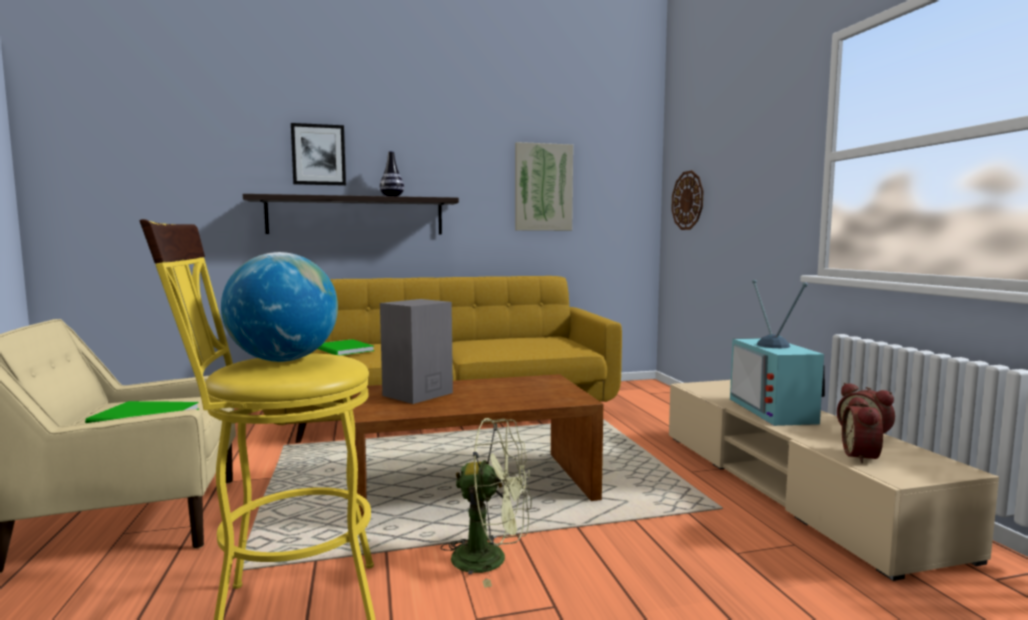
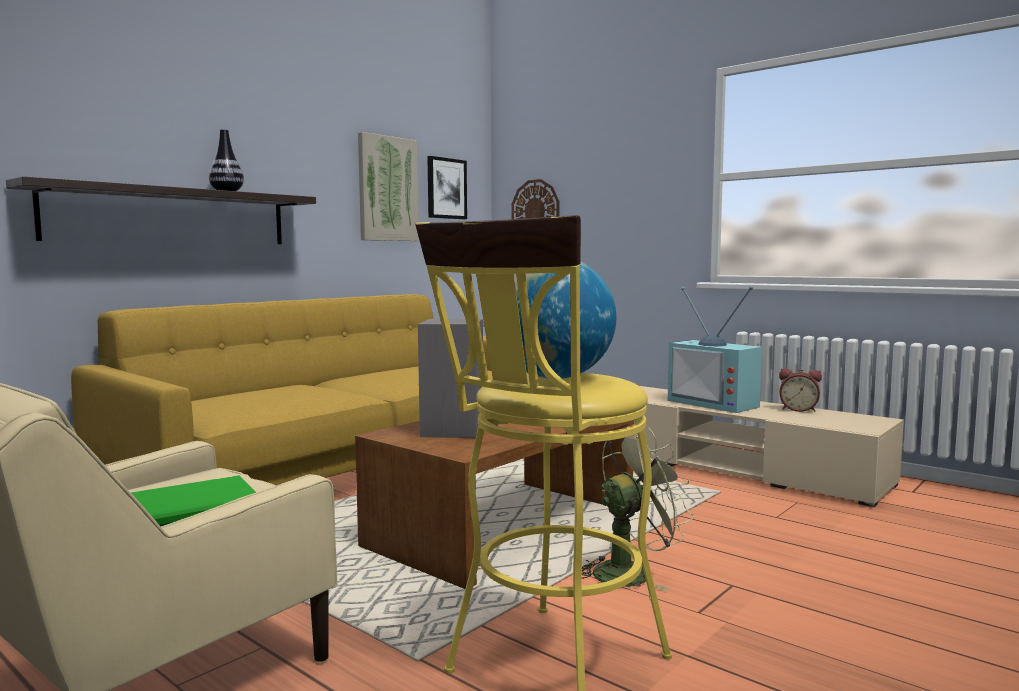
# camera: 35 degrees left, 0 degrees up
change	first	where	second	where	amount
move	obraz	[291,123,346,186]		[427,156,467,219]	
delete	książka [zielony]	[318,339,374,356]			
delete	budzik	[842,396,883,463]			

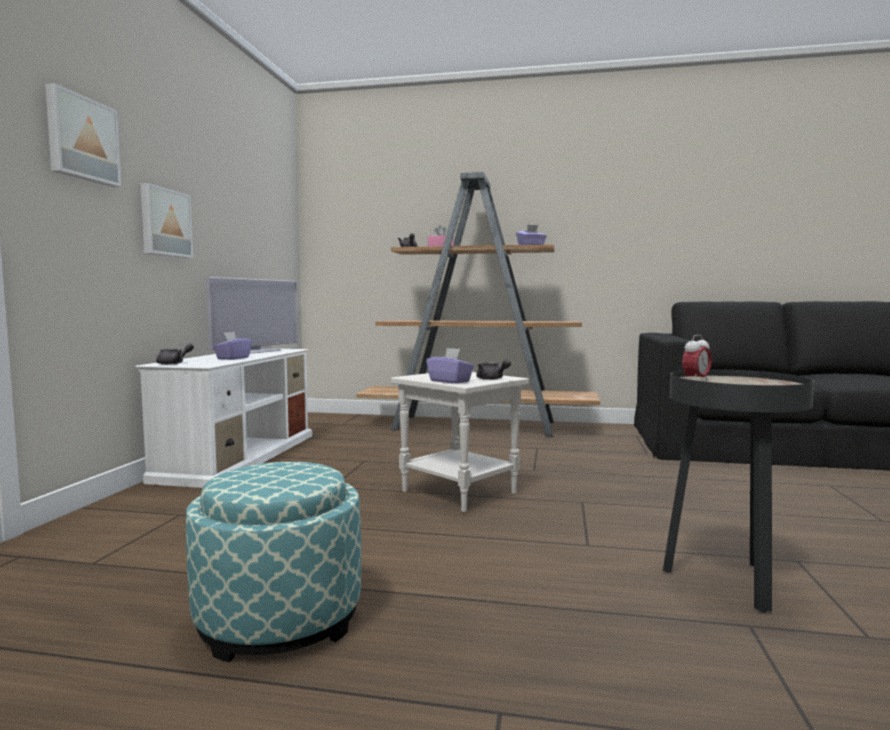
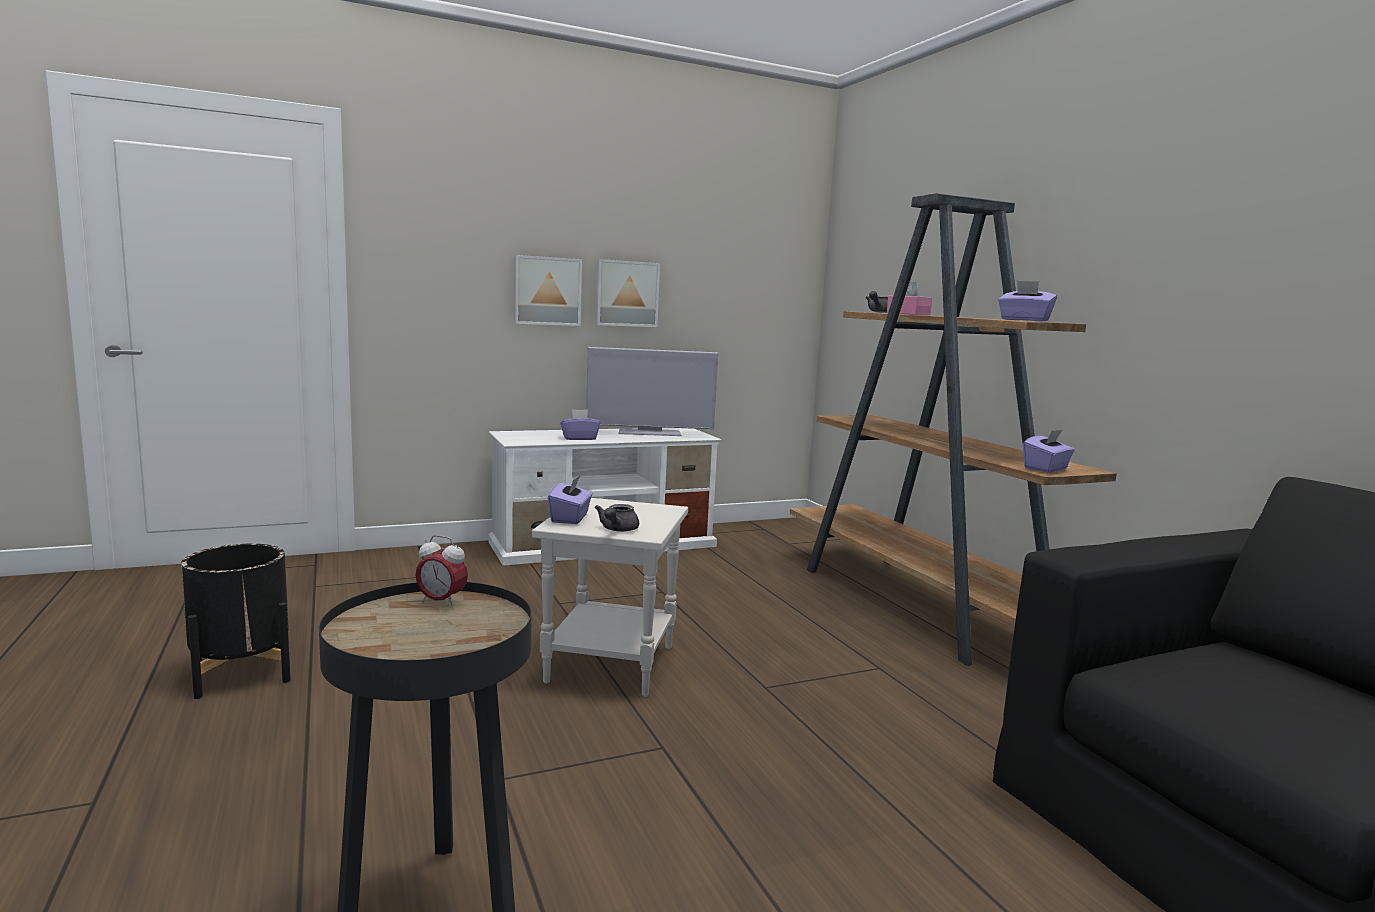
# camera: 55 degrees right, 5 degrees up
change	first	where	second	where	amount
move	obraz	[45,83,121,187]		[595,259,660,327]	
delete	imbryk [szary]	[156,343,194,365]			
replace	pufa	[186,462,361,662]	donica [czarny]	[181,544,291,699]	
insert			pudełko chusteczek [fioletowy]	[1023,429,1075,473]	

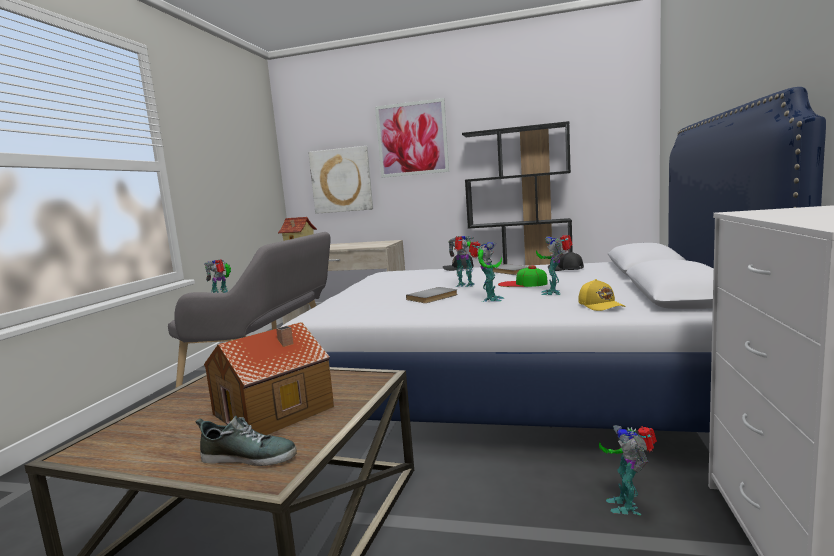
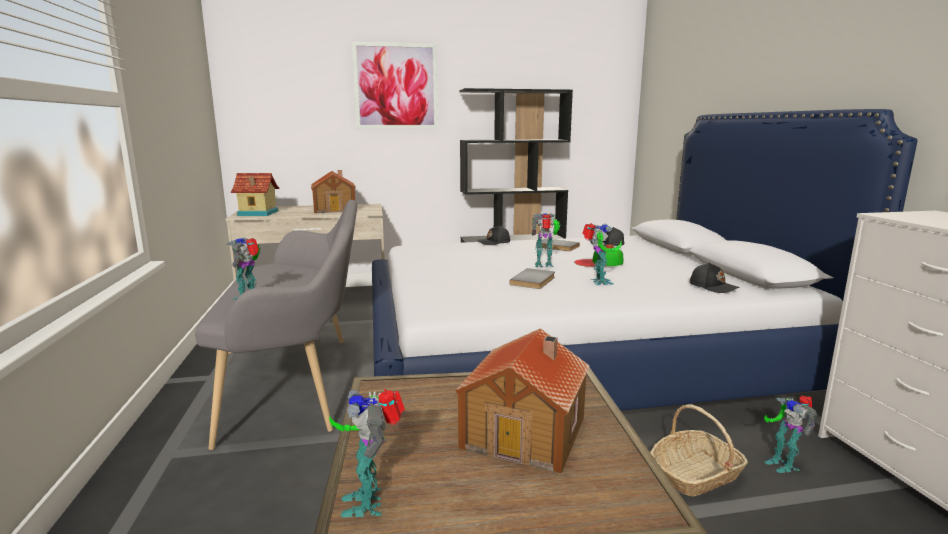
# camera: 25 degrees left, 5 degrees up
change	first	where	second	where	amount
delete	but	[196,416,297,466]			
delete	obraz	[308,146,373,214]			
move	robot zabawkowy	[536,235,573,295]		[329,389,405,518]	
recolor	czapka z daszkiem [żółty]	[578,279,626,311]	czapka z daszkiem [czarny]	[690,262,740,293]	
insert			domek	[311,170,356,213]	
insert			koszyk	[650,404,748,497]	

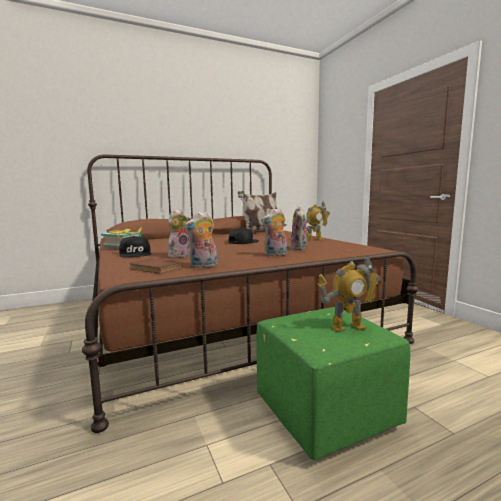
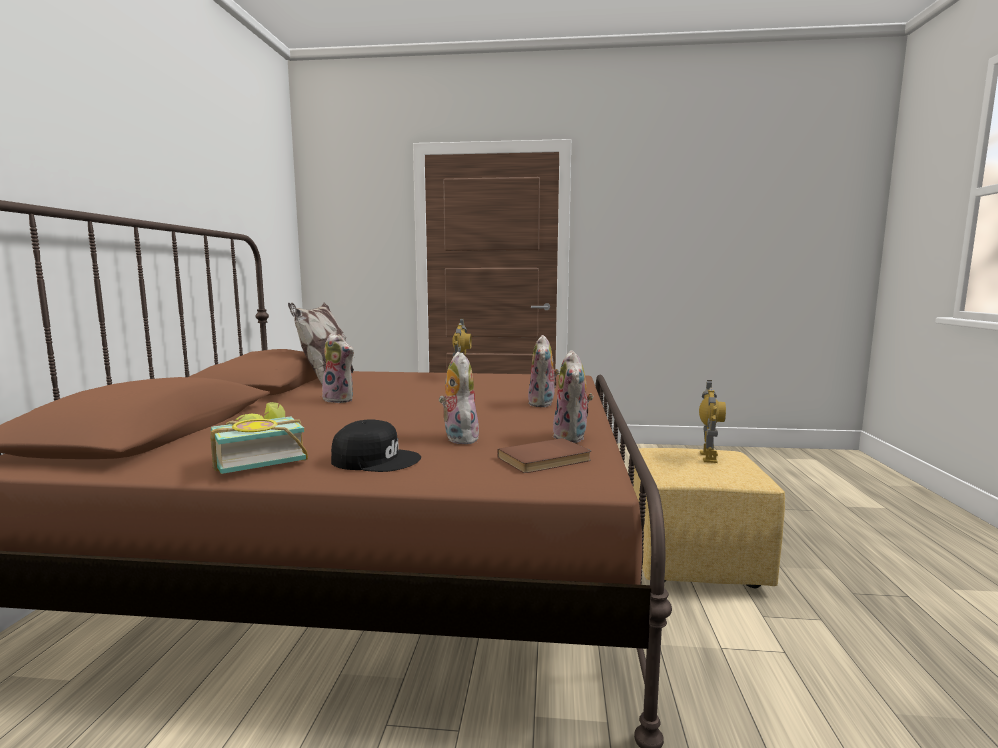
# camera: 60 degrees left, 0 degrees up
change	first	where	second	where	amount
delete	czapka z daszkiem [czarny]	[229,228,259,244]			
recolor	pufa [zielony]	[256,307,410,460]	pufa [żółty]	[633,448,785,588]	
move	pluszak	[290,206,309,250]		[322,333,354,403]	

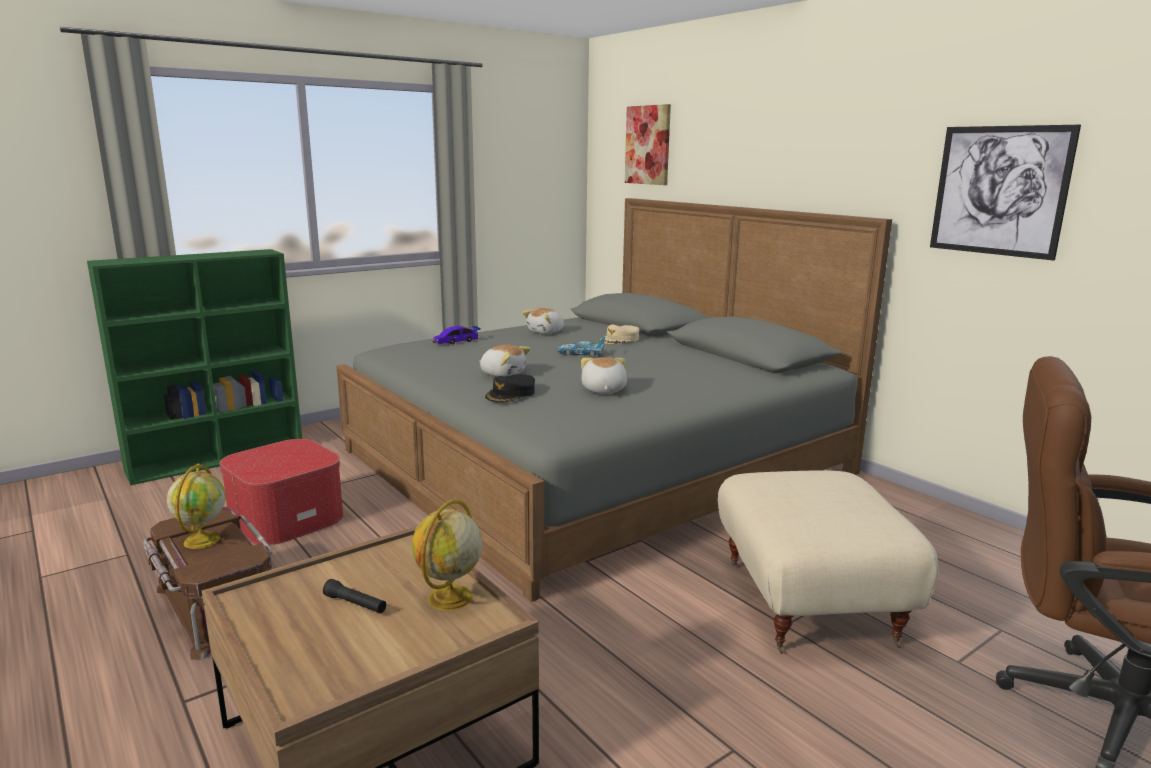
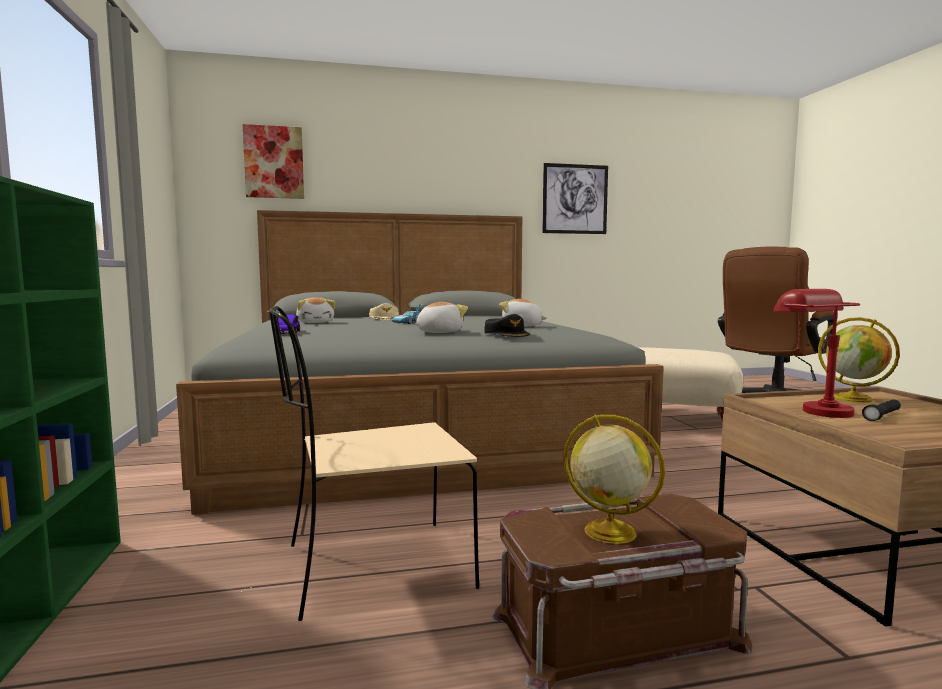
# camera: 65 degrees left, 10 degrees down
change	first	where	second	where	amount
replace	pufa	[220,439,344,545]	krzesło [beżowy]	[269,306,479,621]	
insert			lampa stołowa [czerwony]	[773,289,860,418]	

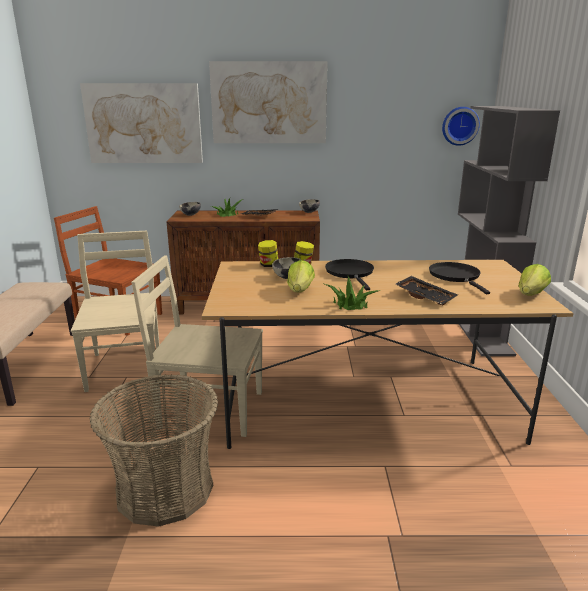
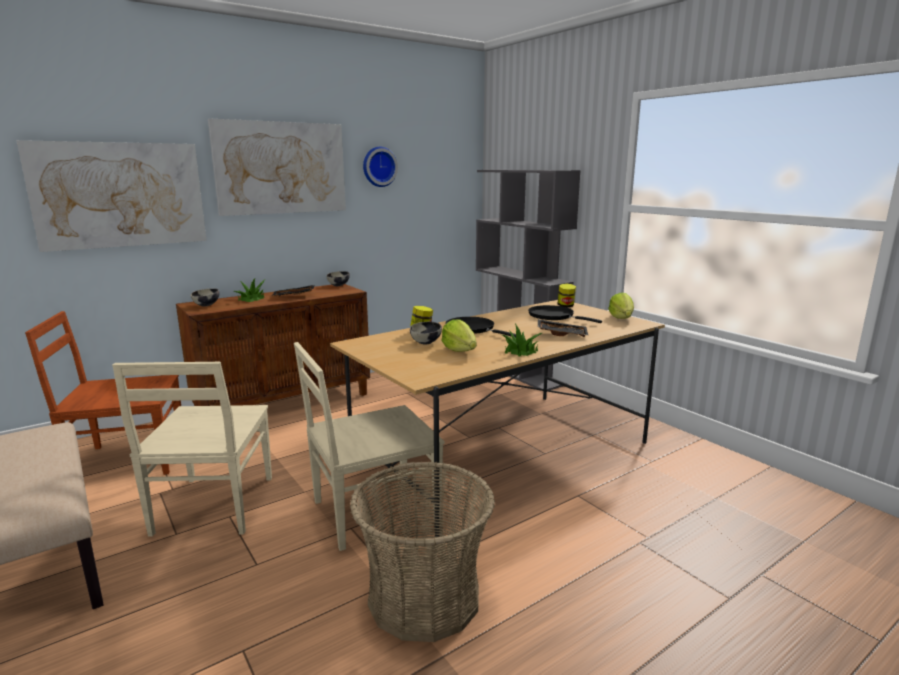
# camera: 35 degrees left, 5 degrees down
change	first	where	second	where	amount
rotate	krzesło [beżowy]	[71,231,160,392]		[112,362,272,537]	135 degrees counterclockwise
move	słoik	[258,240,279,267]		[557,283,576,308]	
move	zegar ścienny	[442,107,480,146]		[363,147,398,187]	

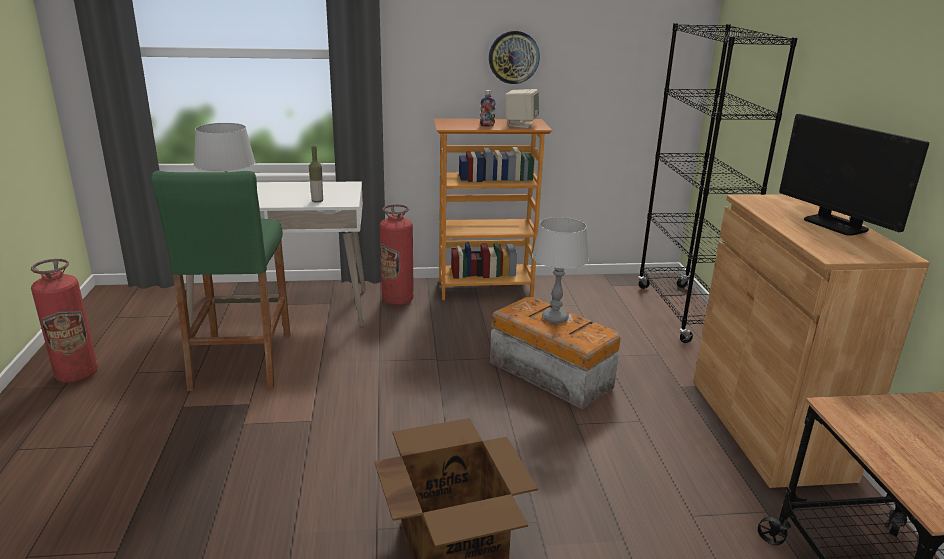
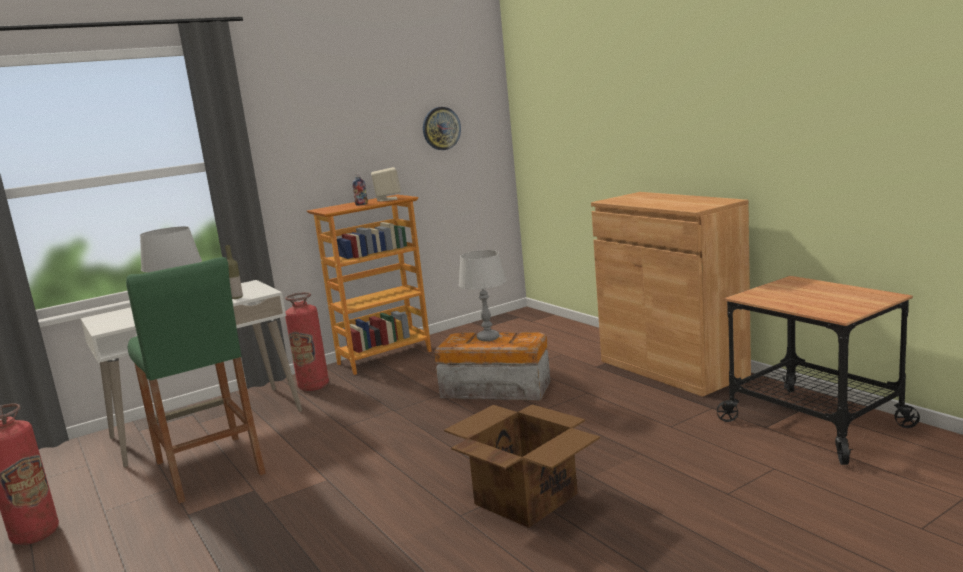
# camera: 25 degrees left, 10 degrees down
change	first	where	second	where	amount
move	zegar ścienny	[489,31,540,84]		[423,107,461,150]	
delete	regał [czarny]	[638,23,798,343]			
delete	monitor	[779,114,929,236]			

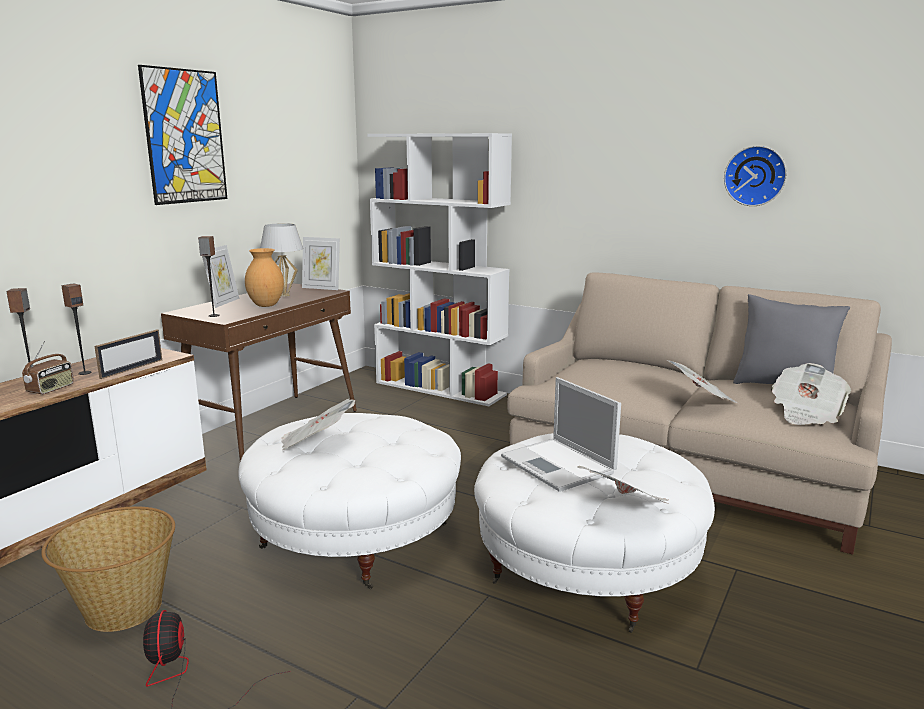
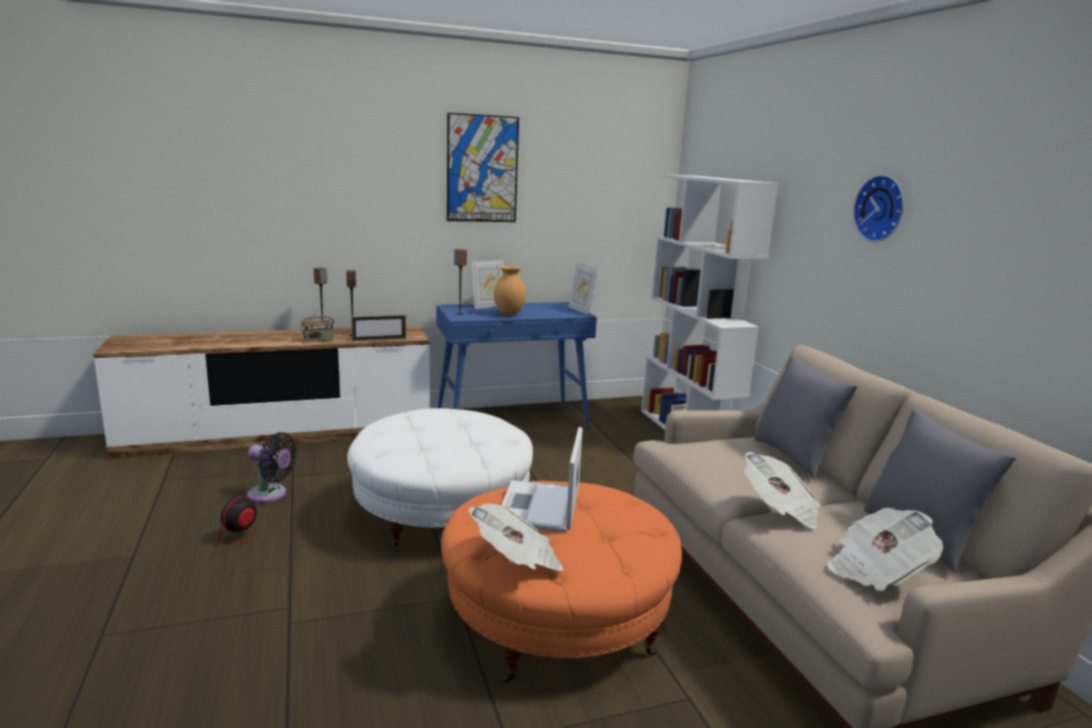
# camera: 40 degrees right, 0 degrees up
change	first	where	second	where	amount
replace	koszyk	[41,506,175,632]	wentylator [czarny]	[247,432,297,503]	
recolor	stolik konsolowy [brązowy]	[161,283,357,461]	stolik konsolowy [niebieski]	[436,302,597,428]	
delete	lampa stołowa [biały]	[260,223,303,297]			
delete	gazeta	[282,399,355,450]			
recolor	pufa [biały]	[474,433,715,633]	pufa [pomarańczowy]	[441,481,682,683]	
move	zegar ścienny	[724,146,787,206]		[853,175,904,242]	
insert			poduszka [szary]	[754,355,858,479]	

